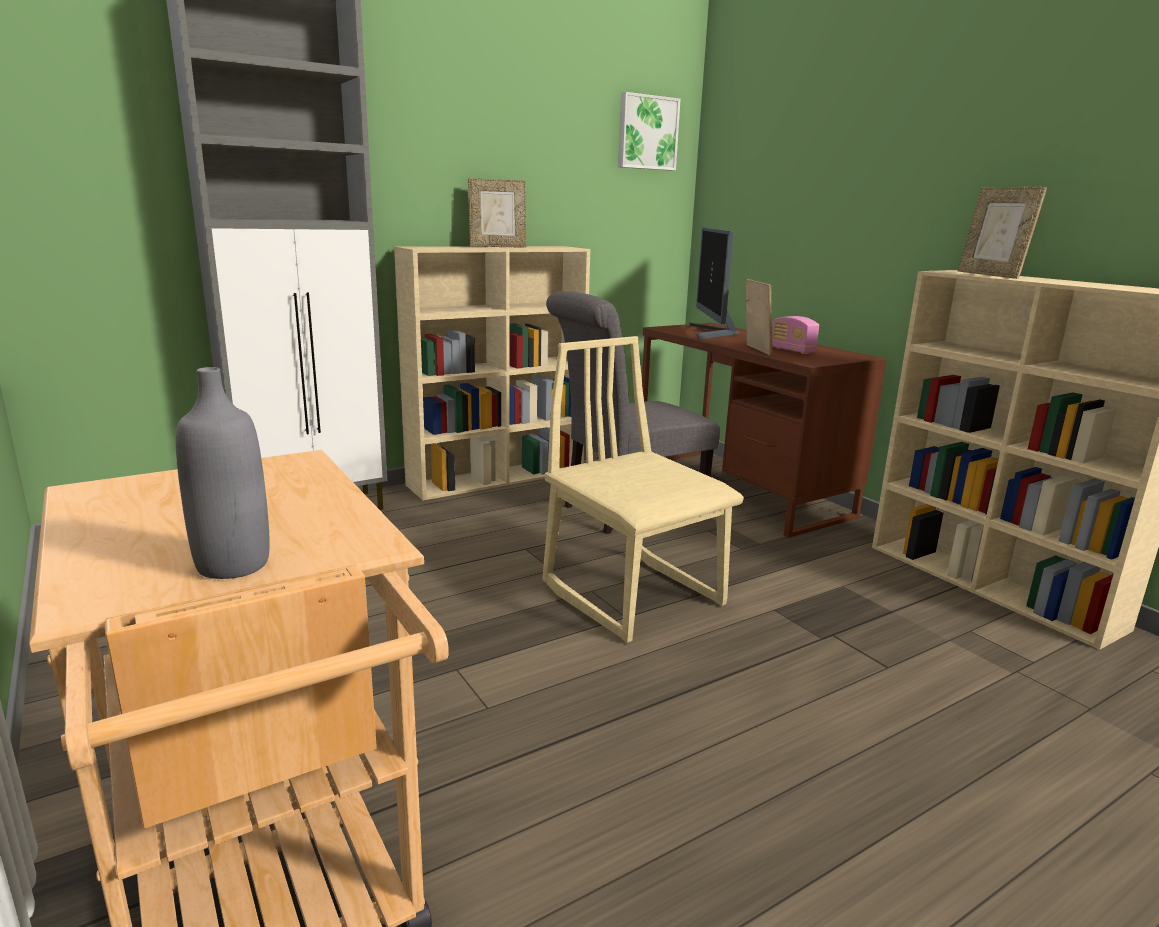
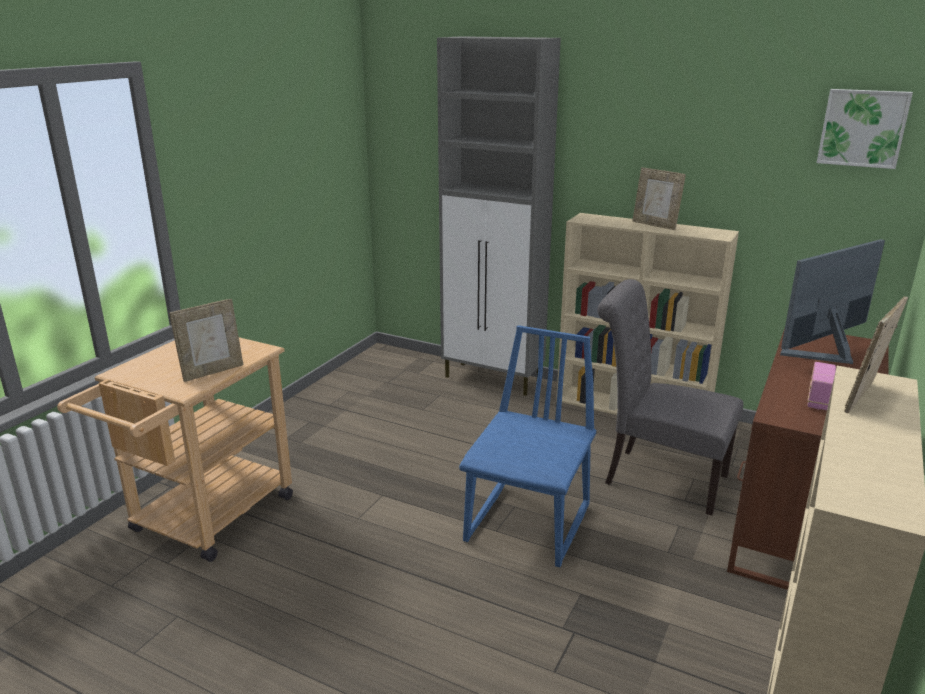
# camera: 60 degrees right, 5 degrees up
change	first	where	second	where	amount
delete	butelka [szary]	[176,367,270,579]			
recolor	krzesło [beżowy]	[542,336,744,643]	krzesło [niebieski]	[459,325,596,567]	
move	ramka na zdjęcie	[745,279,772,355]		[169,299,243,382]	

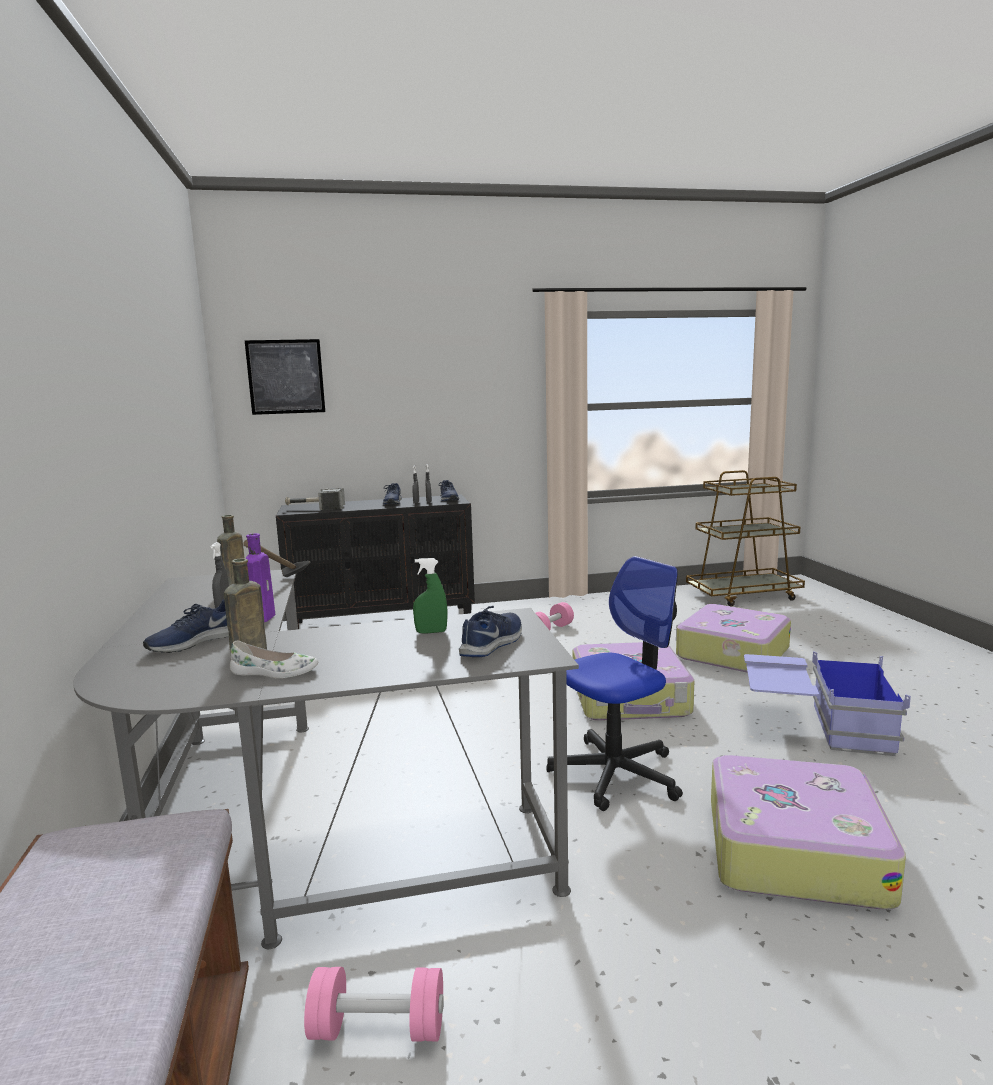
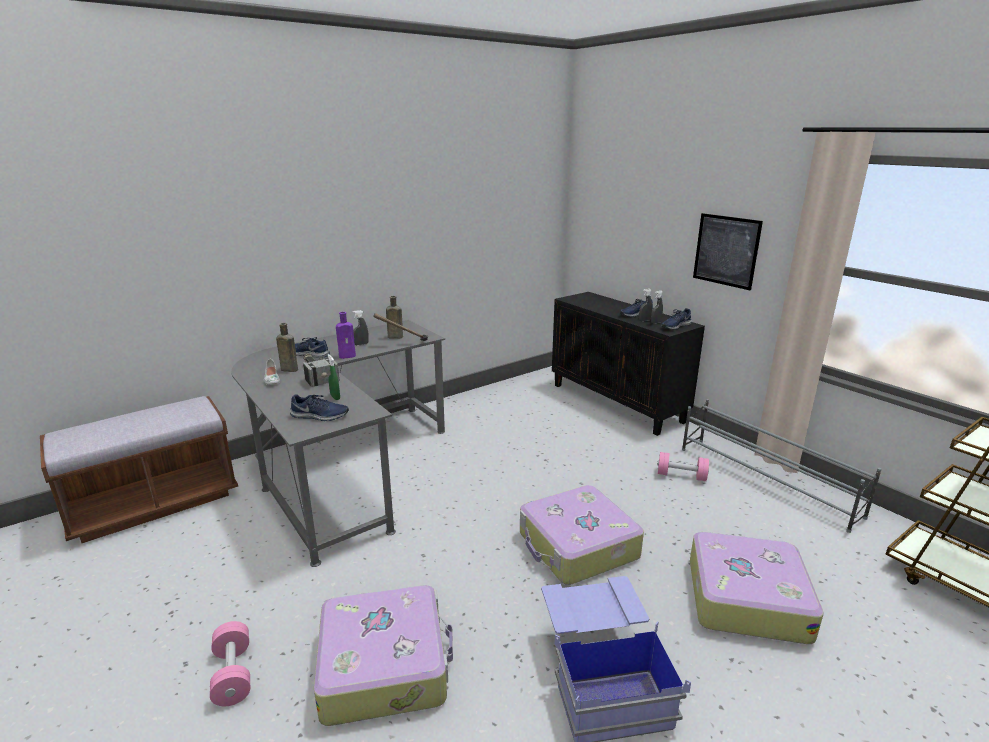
# camera: 65 degrees right, 10 degrees up
change	first	where	second	where	amount
move	obraz	[245,339,325,415]		[693,213,763,290]	
move	młotek	[285,488,345,510]		[303,354,339,388]	
move	hantel [różowy]	[304,967,444,1042]		[210,621,250,706]	
delete	krzesło biurowe	[546,556,683,811]			
insert			regał na buty [szary]	[682,399,882,533]	

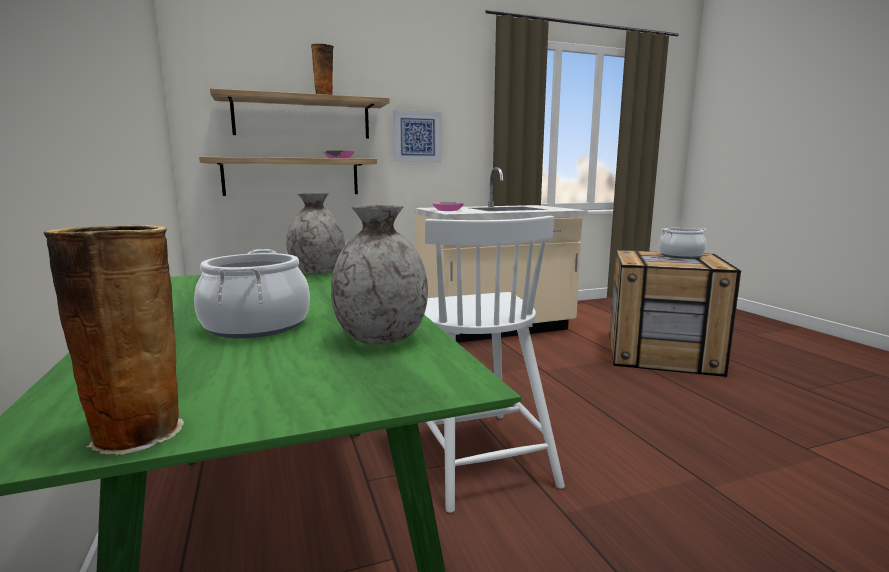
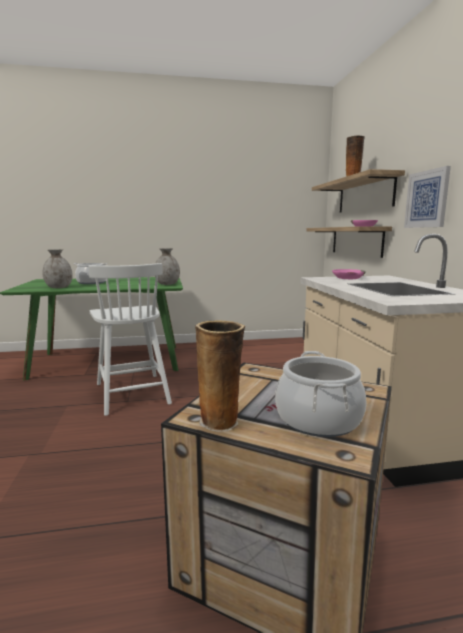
# camera: 100 degrees right, 0 degrees up
change	first	where	second	where	amount
move	wazon	[43,225,184,455]		[195,321,245,432]	
rotate	krzesło [biały]	[424,216,565,513]		[88,263,172,416]	105 degrees counterclockwise

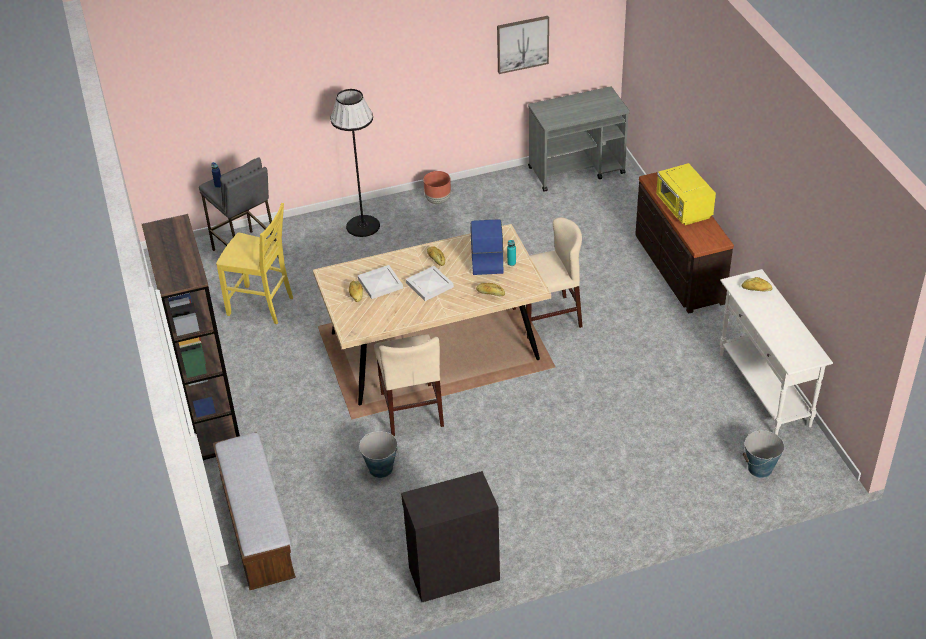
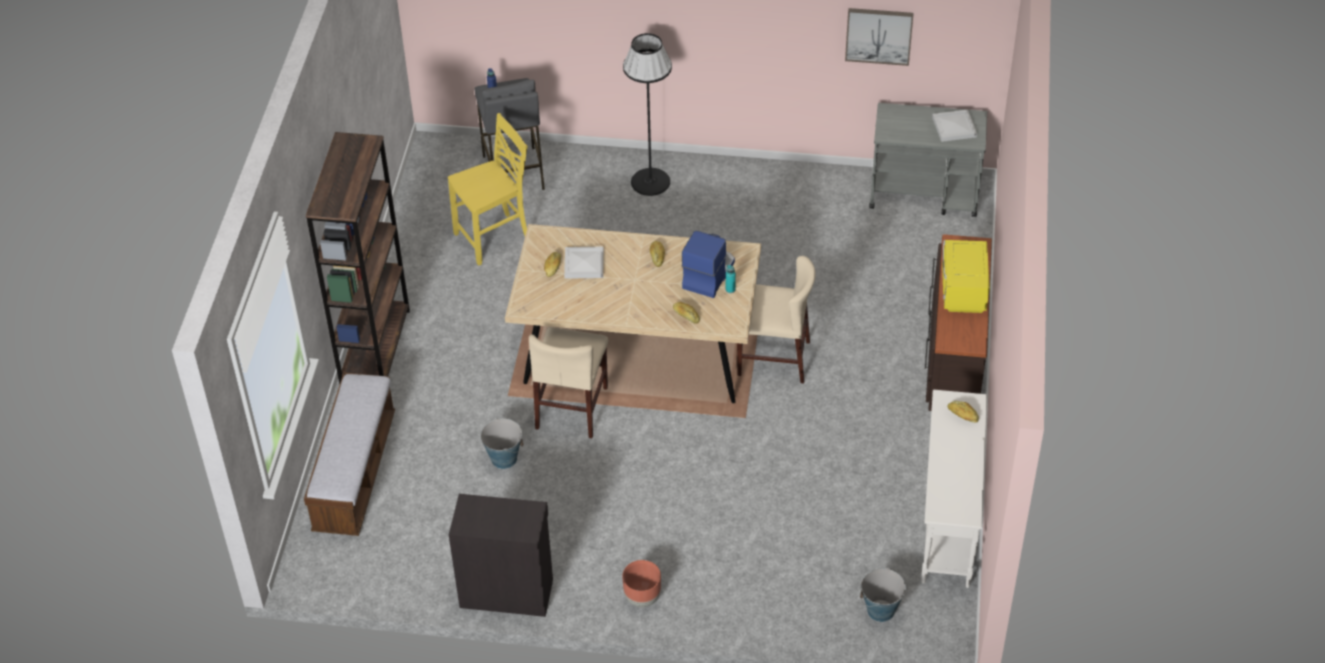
# camera: 25 degrees right, 5 degrees up
change	first	where	second	where	amount
rotate	krzesło [żółty]	[216,203,293,324]		[448,113,528,266]	75 degrees counterclockwise
move	taca [biały]	[406,266,454,301]		[932,109,977,142]	
move	donica [brązowy]	[423,171,451,204]		[623,560,661,607]	

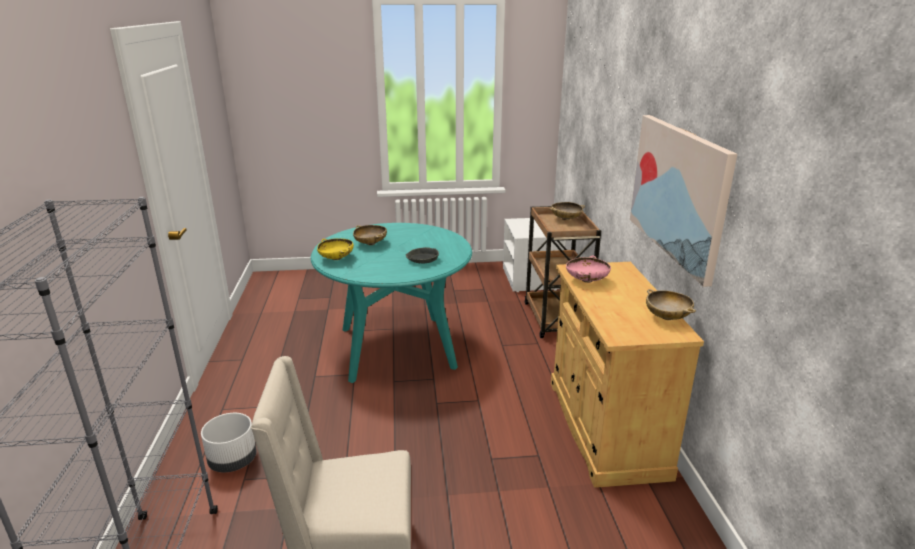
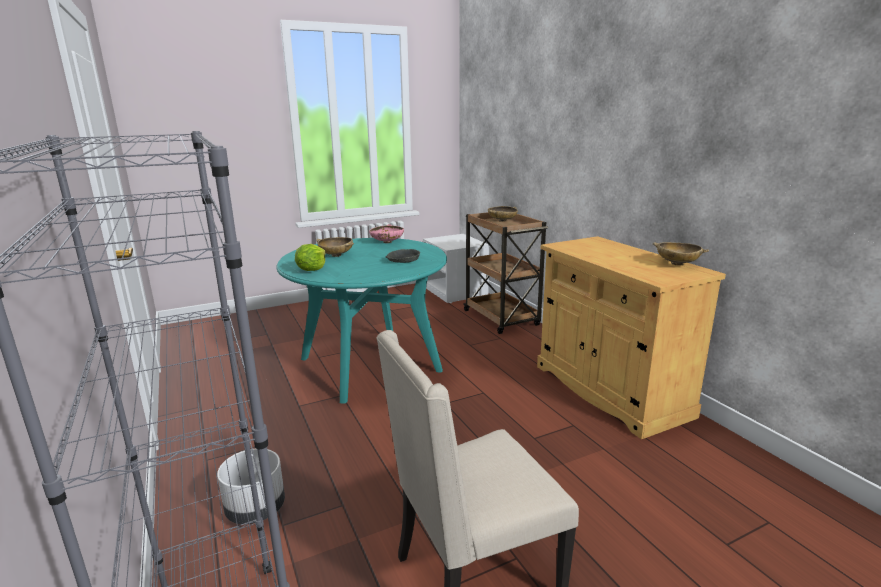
# camera: 20 degrees left, 5 degrees down
change	first	where	second	where	amount
replace	miska [żółty]	[317,238,354,260]	sałata	[295,244,326,271]	
move	miska [różowy]	[566,255,611,283]		[369,224,404,243]	
delete	obraz	[630,115,737,287]			

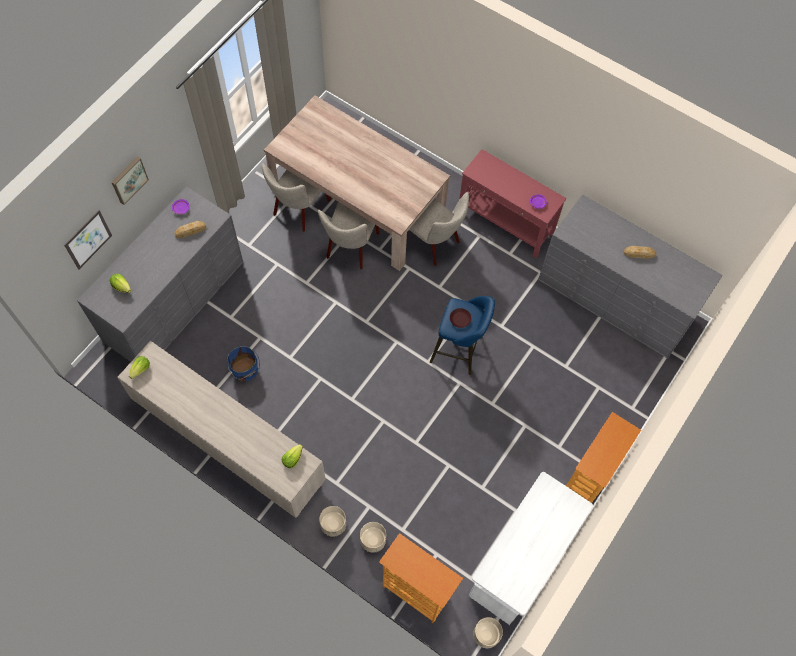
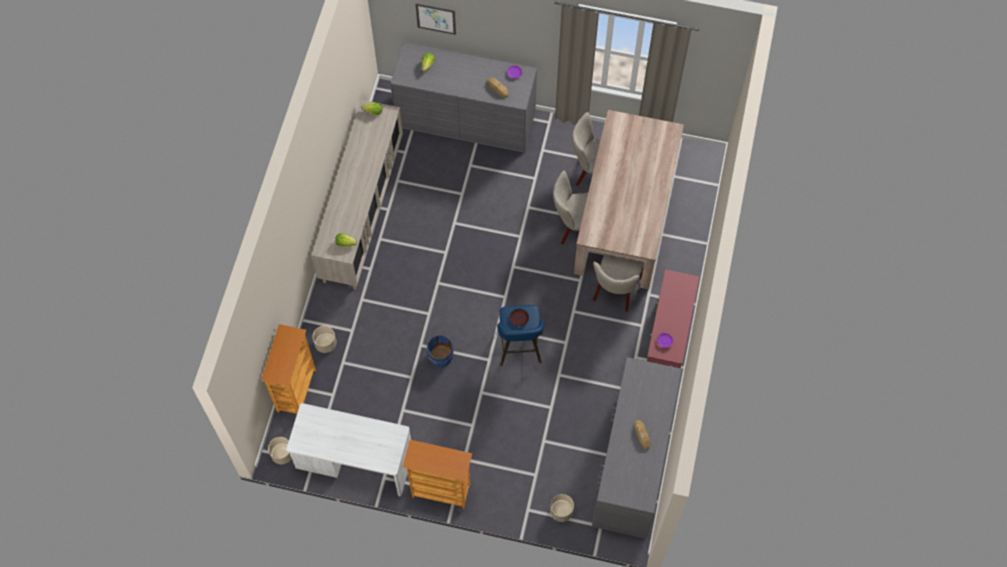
# camera: 70 degrees right, 0 degrees up
change	first	where	second	where	amount
delete	obraz	[111,156,149,205]			
move	wiadro [niebieski]	[227,346,260,382]		[424,335,454,368]	
move	donica [beżowy]	[319,506,346,537]		[550,494,574,522]	

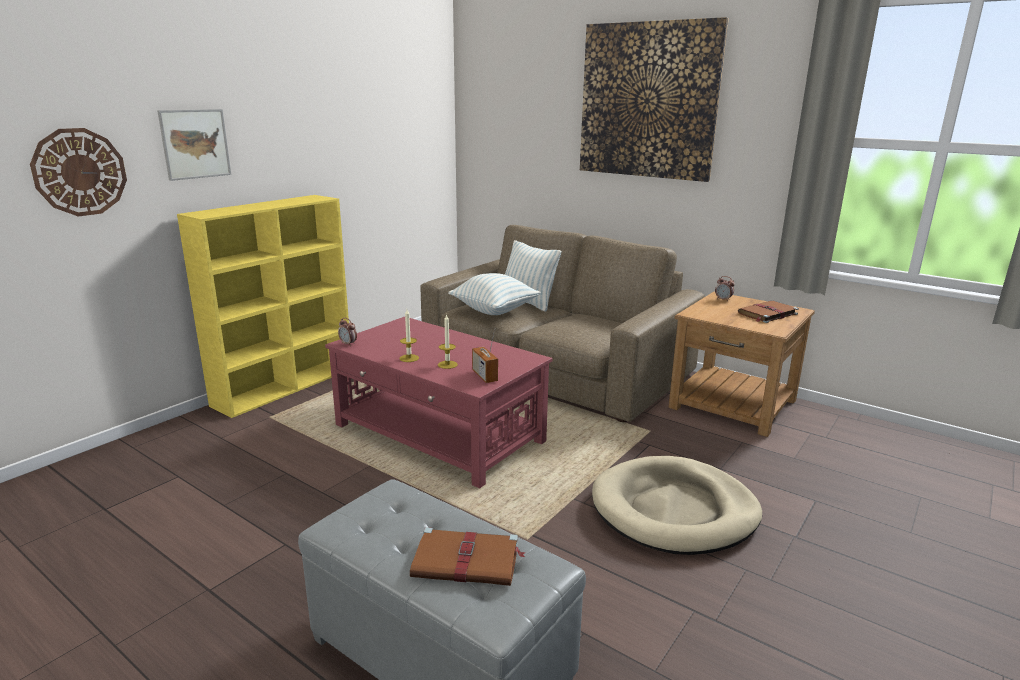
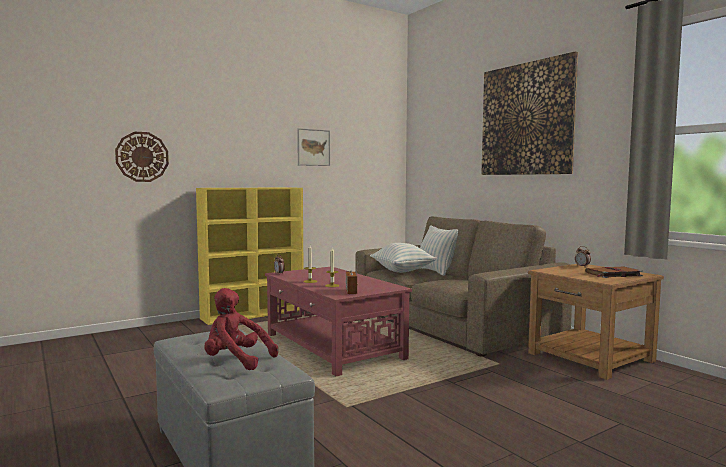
# camera: 20 degrees right, 15 degrees down
change	first	where	second	where	amount
move	obraz	[157,109,231,181]		[297,128,330,166]	
replace	książka [brązowy]	[410,527,526,586]	pluszak [czerwony]	[204,288,278,370]	
delete	legowisko [beżowy]	[592,456,762,555]			

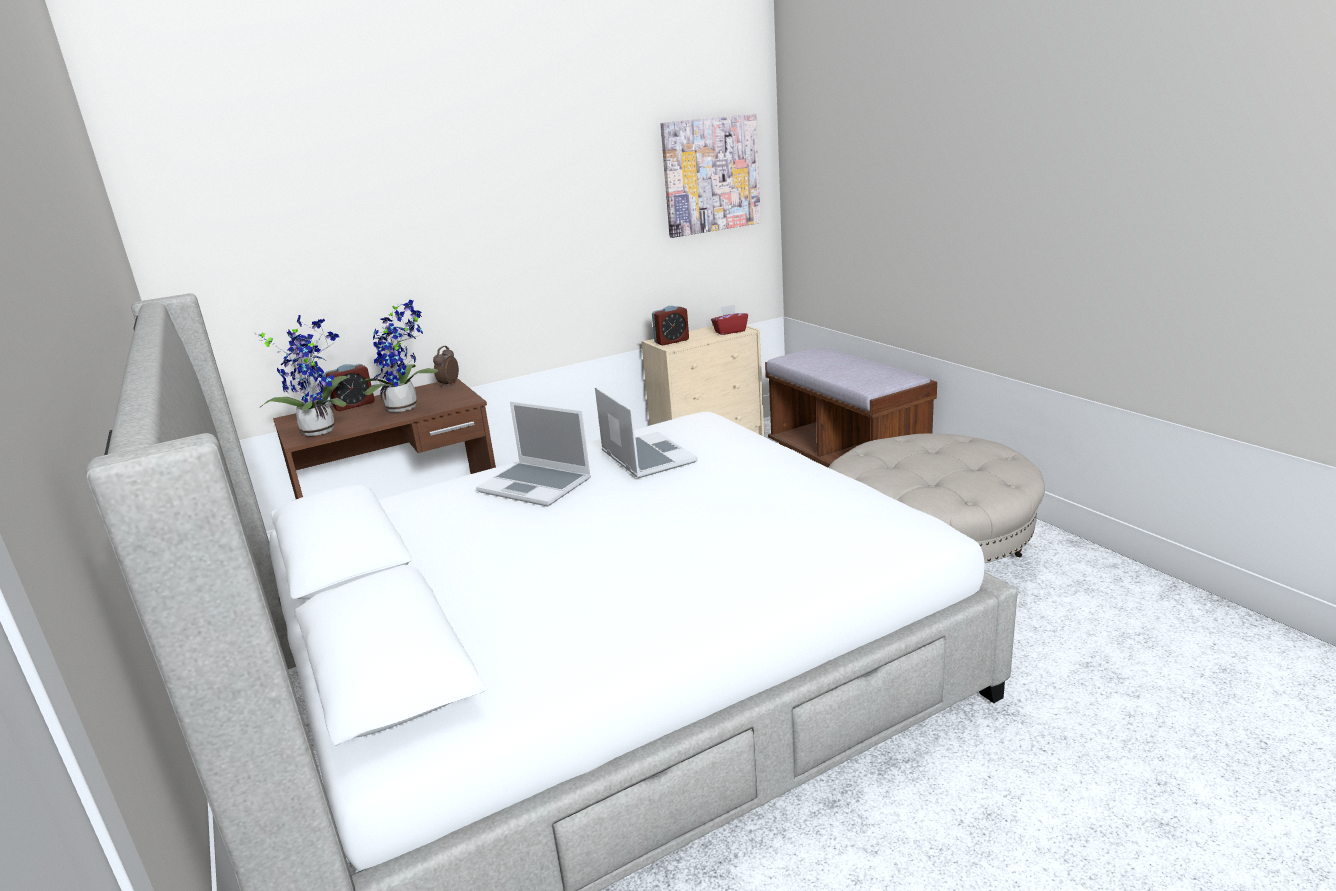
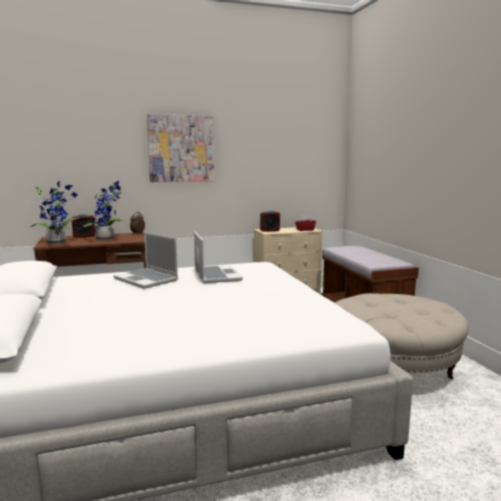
# camera: 10 degrees right, 10 degrees down
change	first	where	second	where	amount
move	obraz	[660,114,761,238]		[147,114,214,182]	

